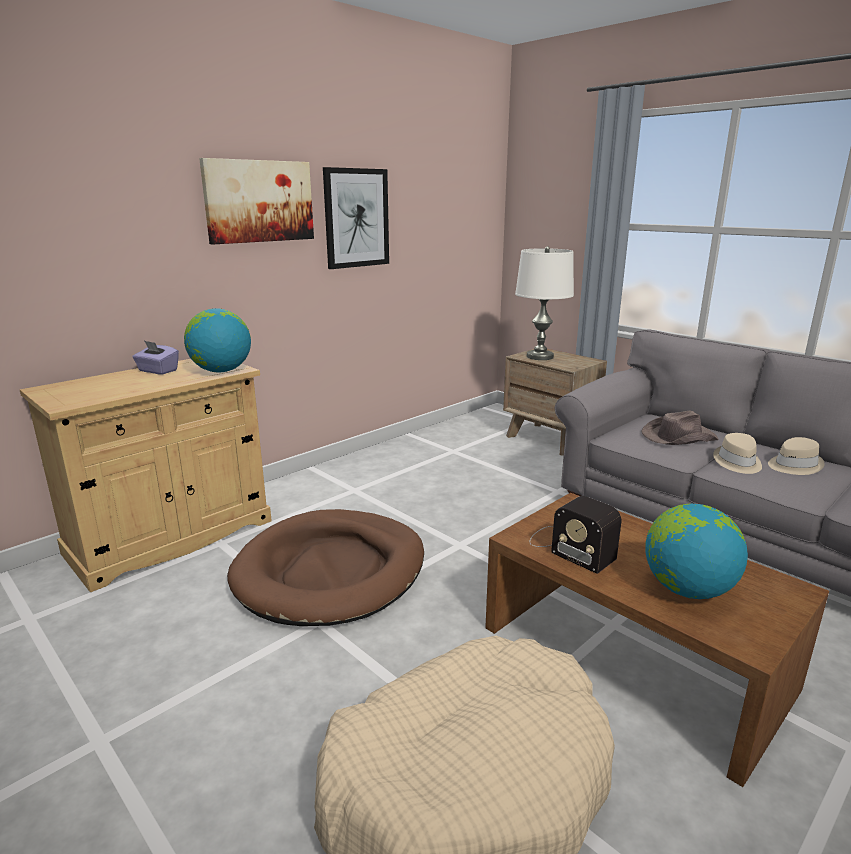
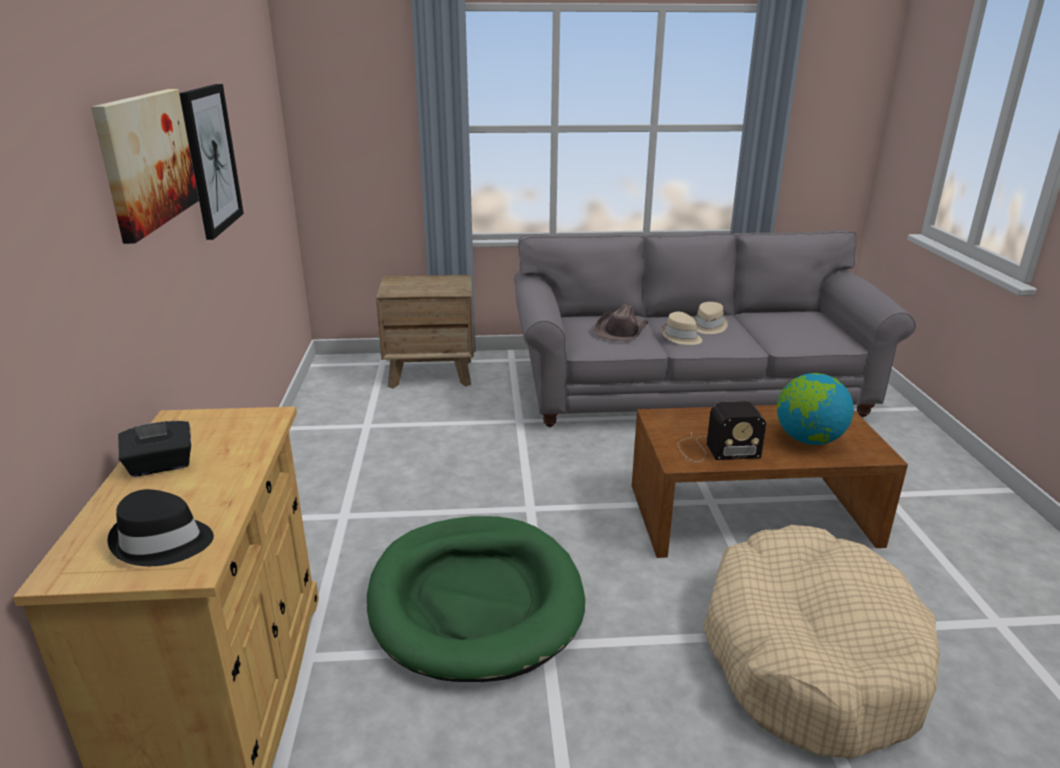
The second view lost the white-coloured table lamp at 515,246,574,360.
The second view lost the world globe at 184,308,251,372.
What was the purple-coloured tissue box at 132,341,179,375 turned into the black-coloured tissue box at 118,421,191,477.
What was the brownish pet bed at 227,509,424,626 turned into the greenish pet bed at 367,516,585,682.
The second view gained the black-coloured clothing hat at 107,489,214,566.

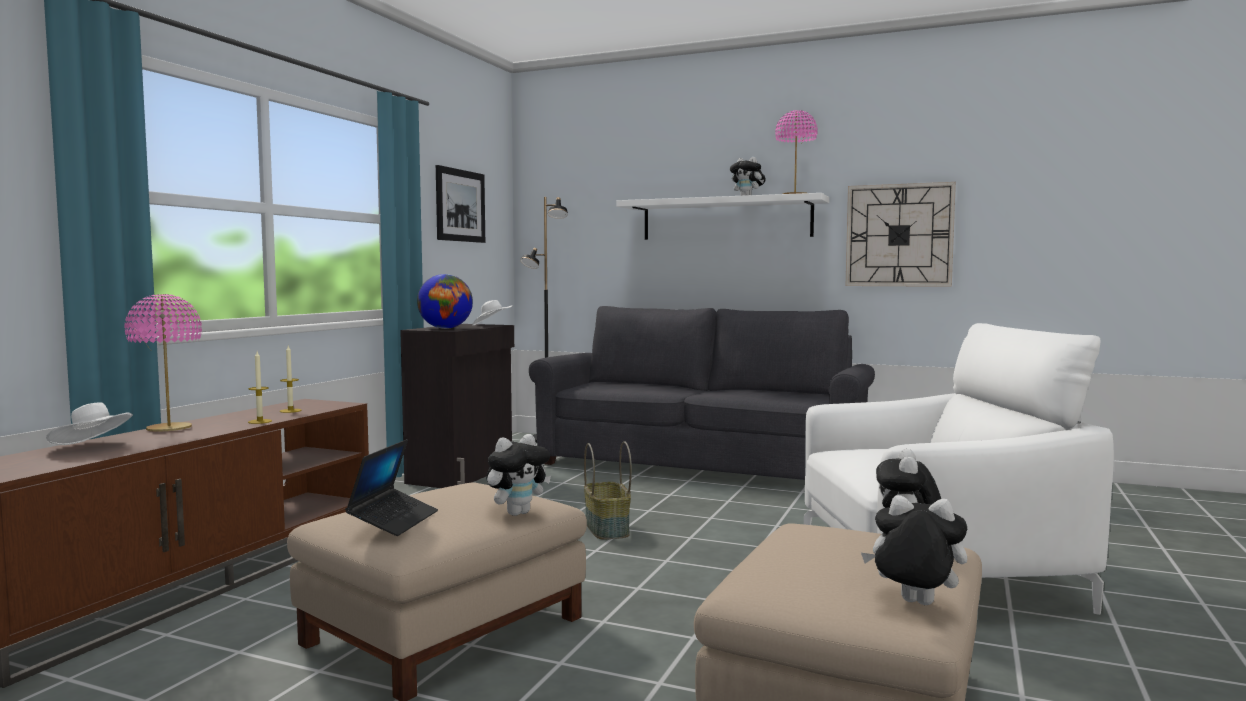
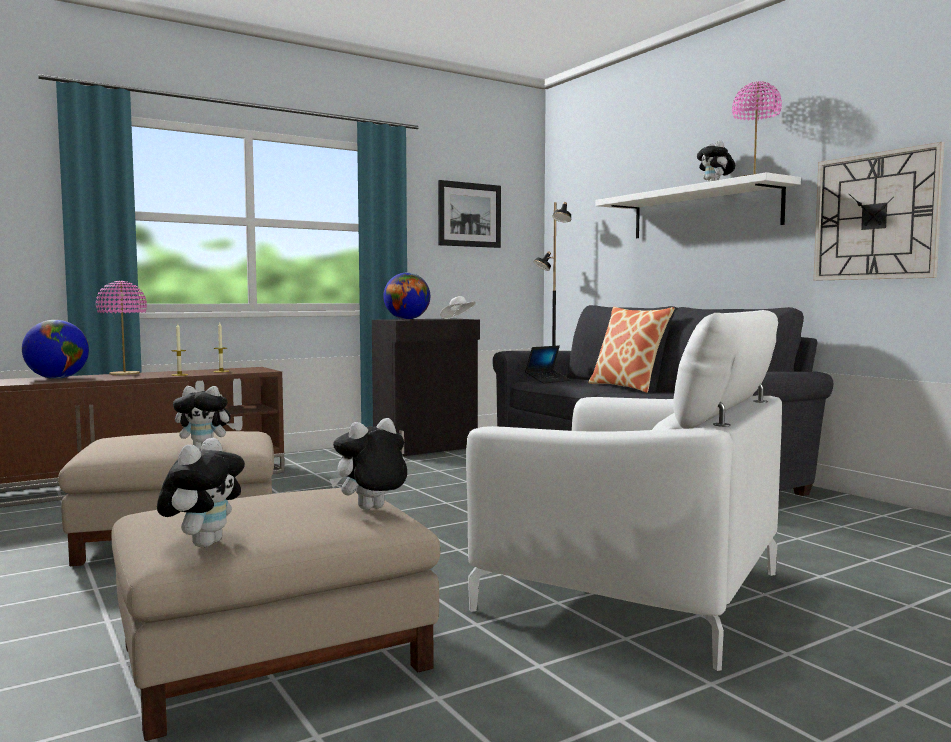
Where the white-coloured clothing hat stood at 46,403,133,445, the world globe came to stand at 22,320,89,379.
The laptop ended up elsewhere, having gone from 345,439,438,536 to 525,346,571,384.
The second view lost the basket at 584,441,632,540.
The plush toy at 861,495,967,605 ended up facing another way, 45 degrees clockwise from before.
The second view gained the pillow at 588,307,675,393.

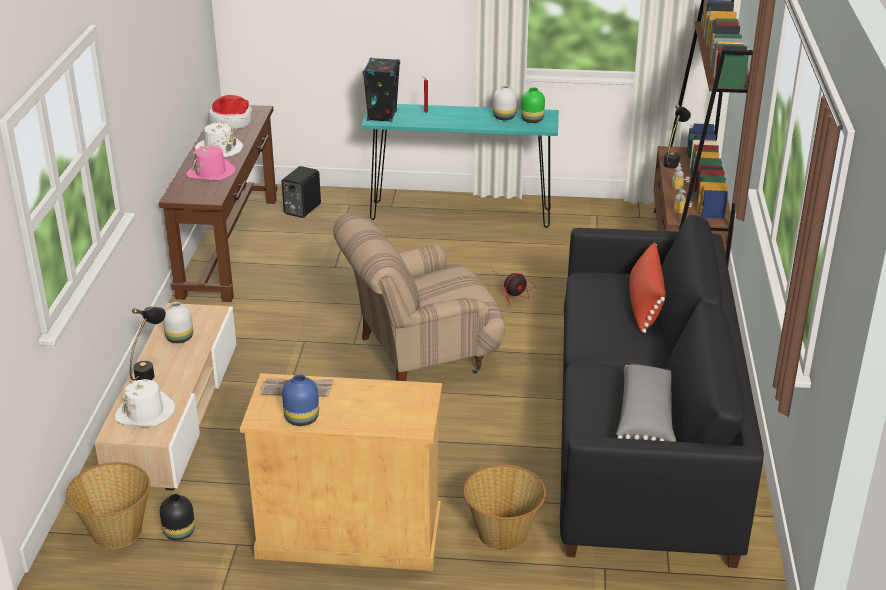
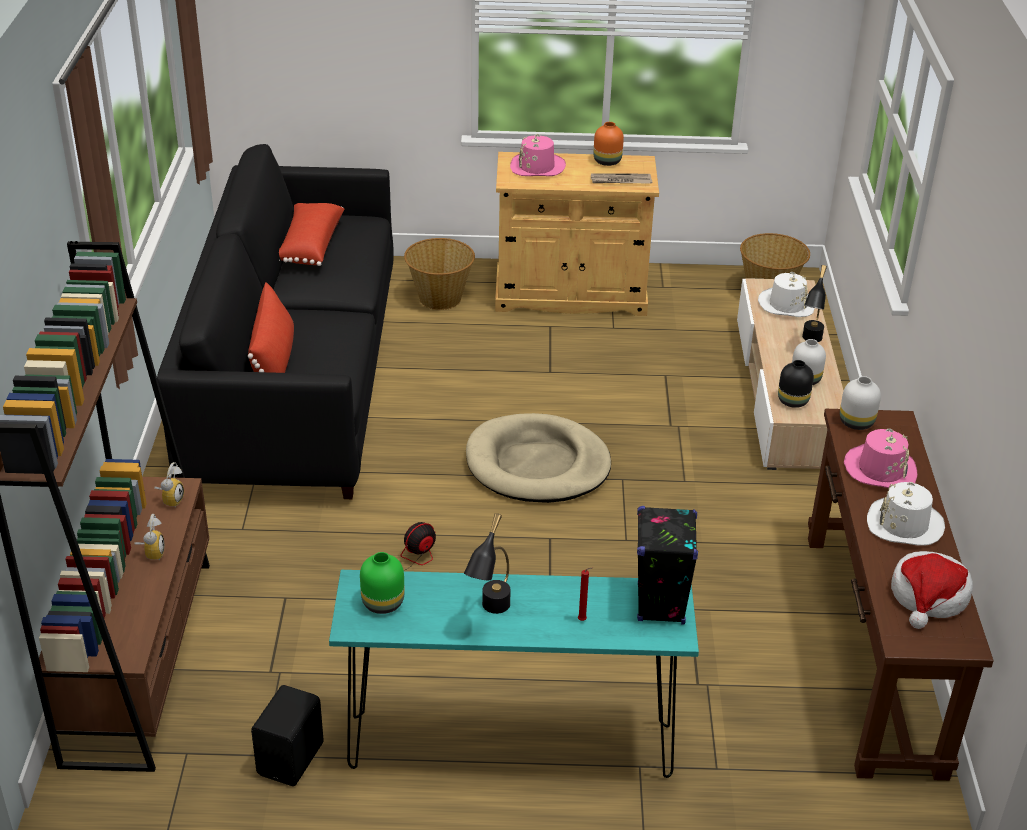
The white-coloured flower vase ended up elsewhere, having gone from 493,85,517,120 to 840,376,881,430.
The black-coloured table lamp ended up elsewhere, having gone from 663,104,691,168 to 464,513,511,614.
The black-coloured speaker ended up elsewhere, having gone from 282,166,321,218 to 251,685,324,786.
Where the beige lounge chair stood at 333,213,505,381, the beige pet bed came to stand at 466,413,611,503.
What was the greyish pillow at 616,364,676,442 turned into the red-coloured pillow at 279,203,344,266.
What was the bluish flower vase at 282,374,319,426 turned into the orange-coloured flower vase at 594,122,624,166.
The black-coloured flower vase ended up elsewhere, having gone from 160,494,195,541 to 778,360,814,408.
The second view gained the pink-coloured clothing hat at 510,134,566,176.

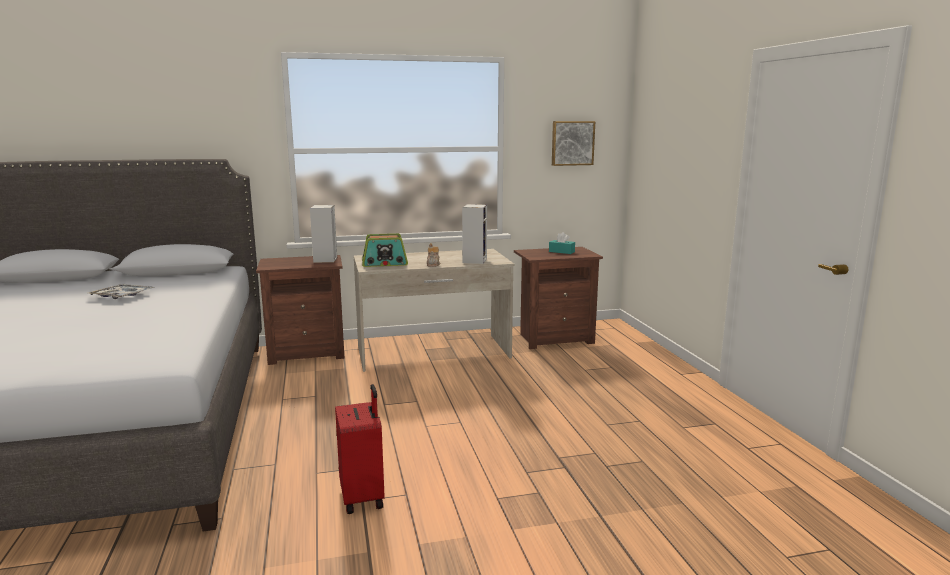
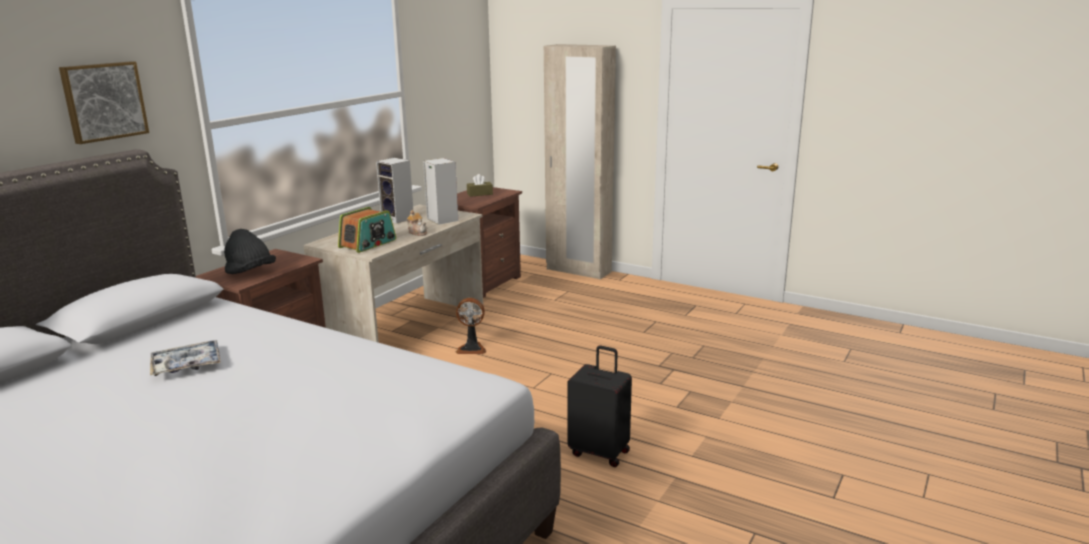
The wall art ended up elsewhere, having gone from 552,121,595,166 to 59,61,149,144.
The speaker ended up elsewhere, having gone from 310,205,337,263 to 376,158,413,224.
What was the blue-green tissue box at 549,232,575,254 turned into the brownish tissue box at 467,174,493,197.
What was the red-coloured piece of luggage at 335,384,385,514 turned into the black-coloured piece of luggage at 567,345,632,467.
The second view gained the beige clothes cupboard at 544,44,616,280.
The second view gained the black-coloured clothing hat at 224,229,276,274.
The second view gained the electric fan at 456,298,486,354.

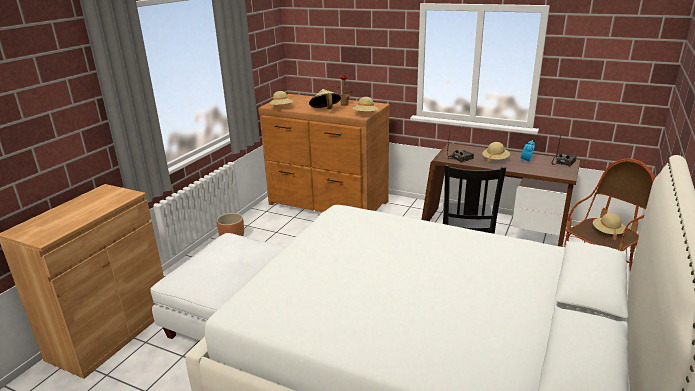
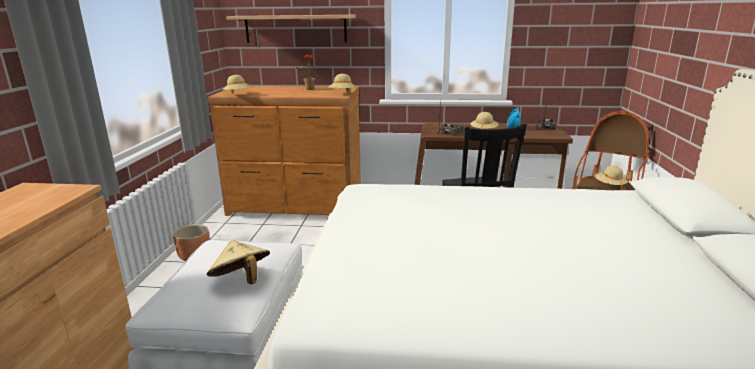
The beige clothing hat ended up elsewhere, having gone from 309,89,341,109 to 207,240,270,284.
The second view gained the shelf at 226,15,356,43.

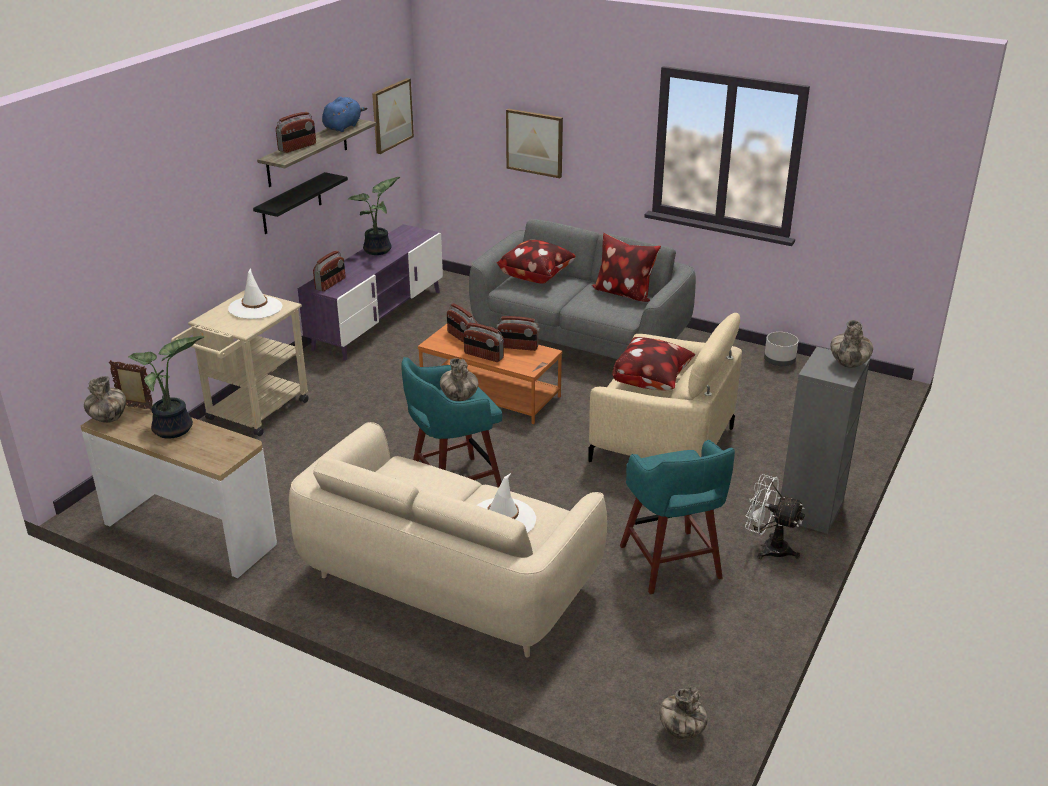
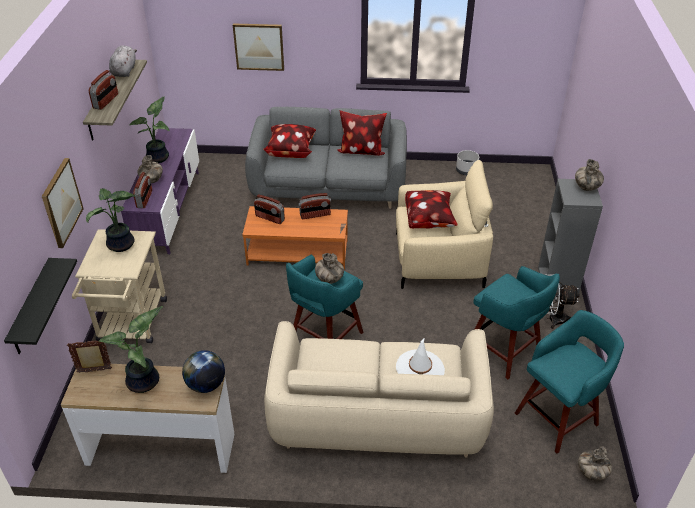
The wall art ended up elsewhere, having gone from 372,78,414,154 to 42,158,84,248.
What was the bluish plush toy at 322,97,367,132 turned into the greyish plush toy at 109,45,137,77.
The black-coloured shelf ended up elsewhere, having gone from 253,172,348,234 to 4,258,77,354.
Where the white-coloured clothing hat stood at 228,268,282,319, the houseplant came to stand at 86,188,136,252.
The second view lost the radio set at 464,323,504,362.
The flower vase ended up elsewhere, having gone from 84,376,126,423 to 138,155,163,183.
The second view gained the blue-green sitting stool at 515,310,624,453.
The second view gained the world globe at 182,350,225,393.

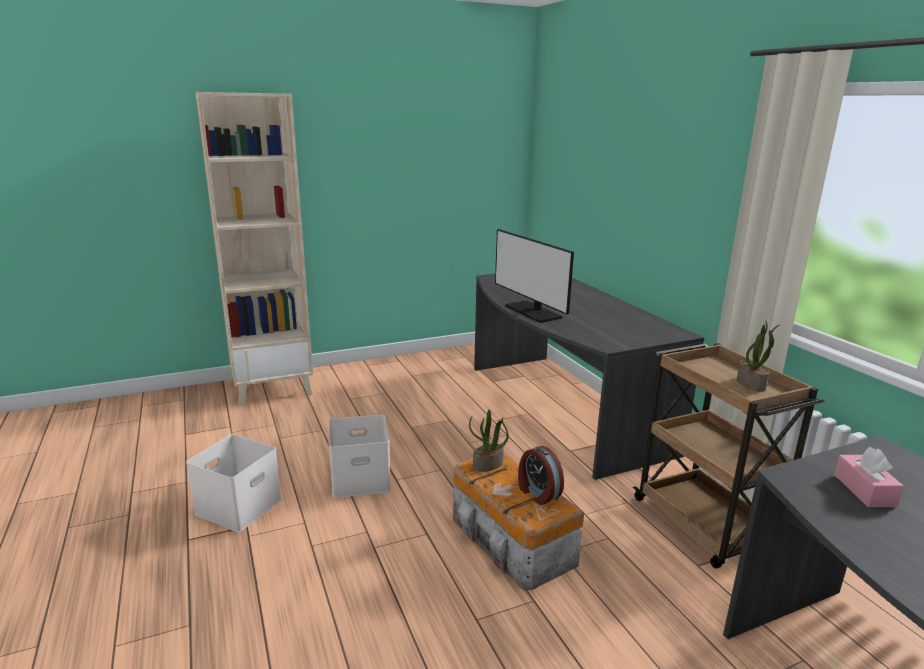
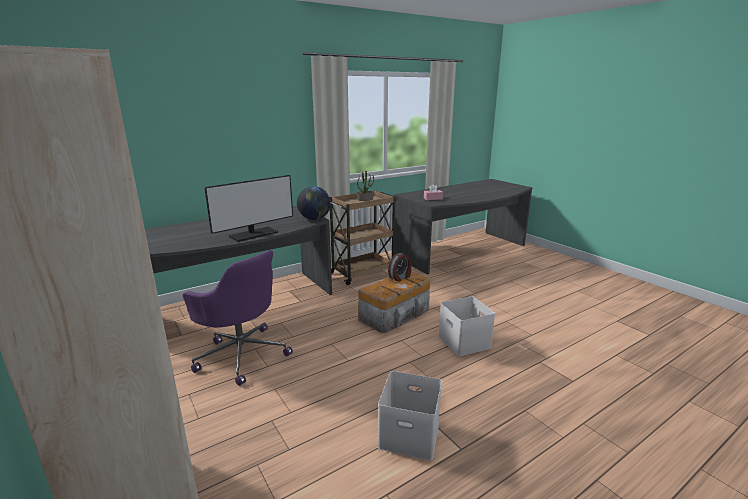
The second view lost the houseplant at 469,410,509,472.
The white-coloured storage bin ended up elsewhere, having gone from 329,415,391,498 to 439,296,495,357.
The second view gained the world globe at 297,186,331,220.
The second view gained the purple-coloured computer chair at 182,250,293,386.

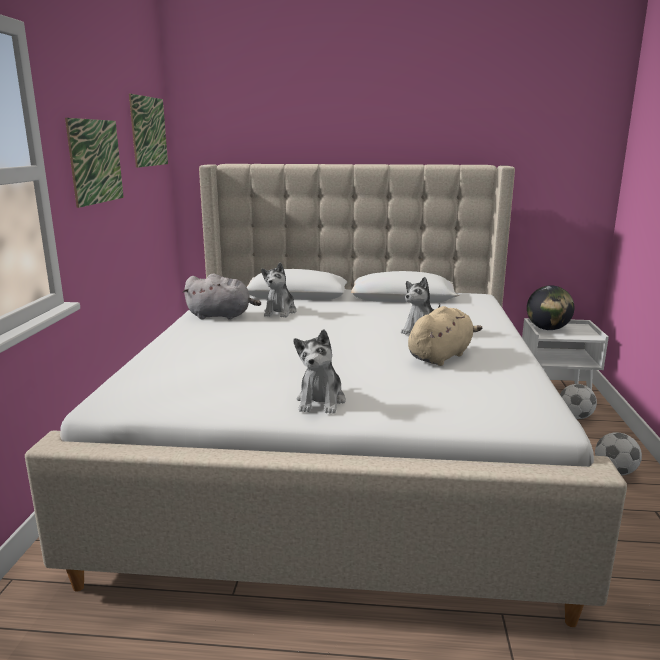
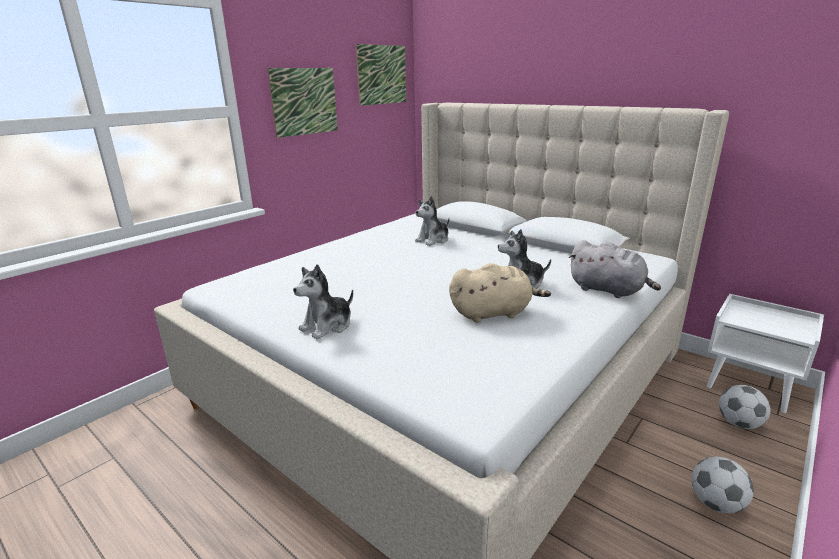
The greyish plush toy ended up elsewhere, having gone from 183,274,261,320 to 569,240,661,298.
The second view lost the world globe at 527,285,574,330.

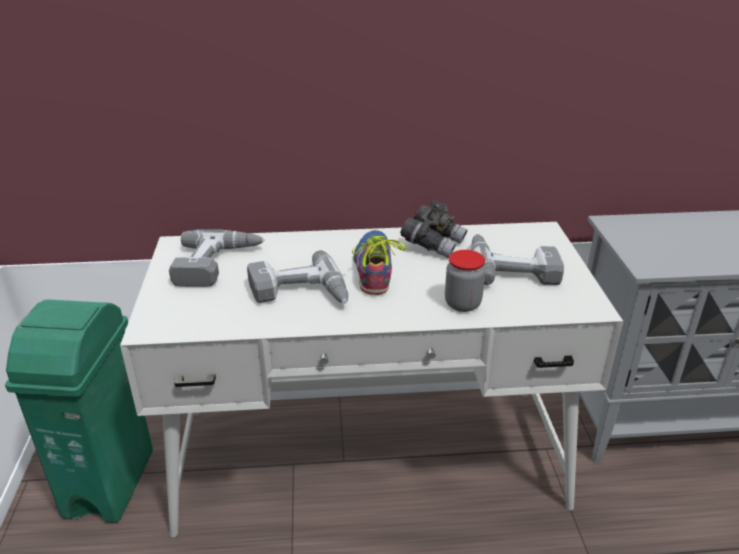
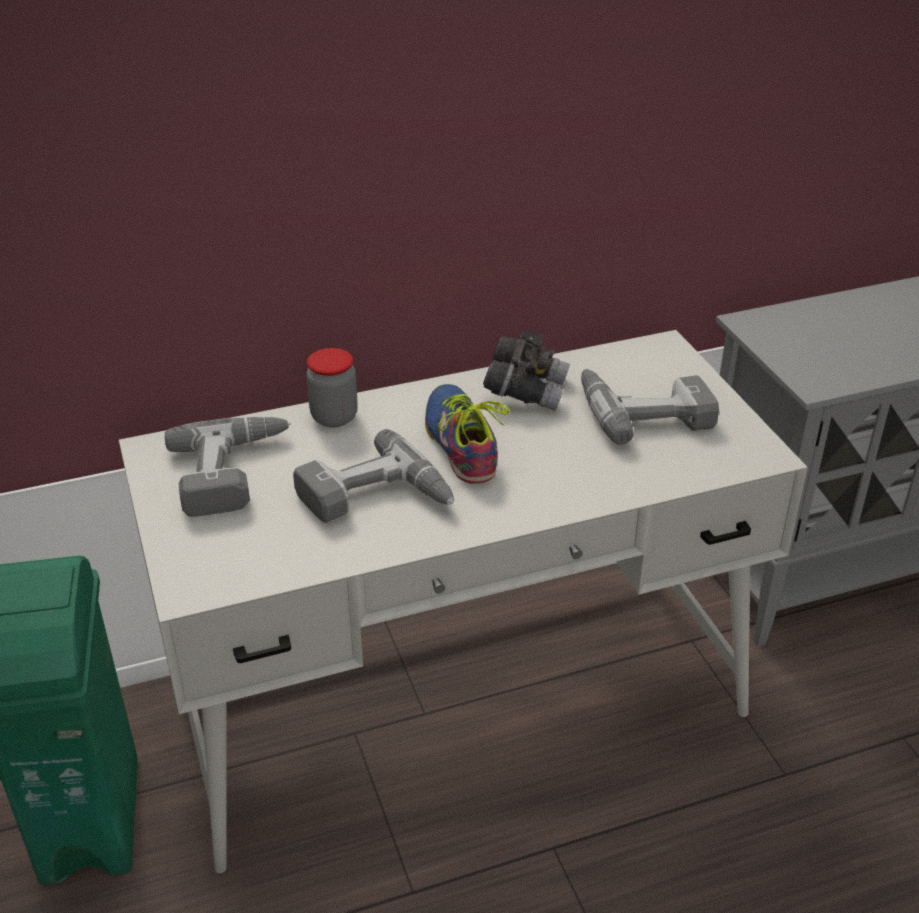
The storage jar ended up elsewhere, having gone from 445,250,485,312 to 306,348,358,427.

